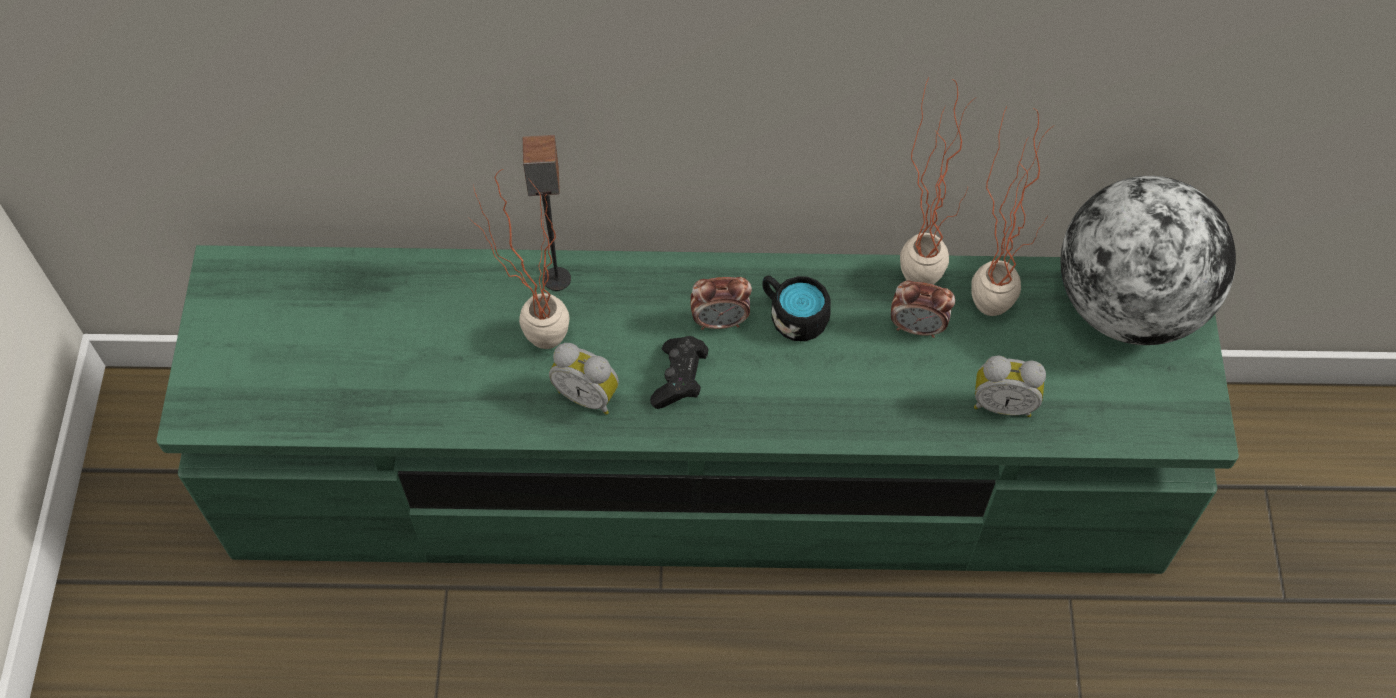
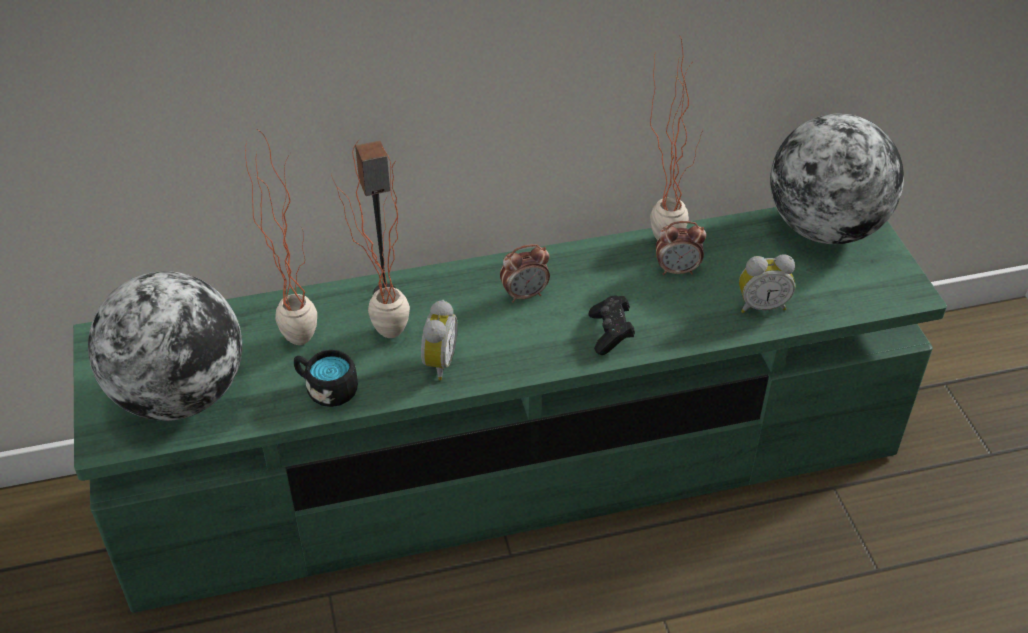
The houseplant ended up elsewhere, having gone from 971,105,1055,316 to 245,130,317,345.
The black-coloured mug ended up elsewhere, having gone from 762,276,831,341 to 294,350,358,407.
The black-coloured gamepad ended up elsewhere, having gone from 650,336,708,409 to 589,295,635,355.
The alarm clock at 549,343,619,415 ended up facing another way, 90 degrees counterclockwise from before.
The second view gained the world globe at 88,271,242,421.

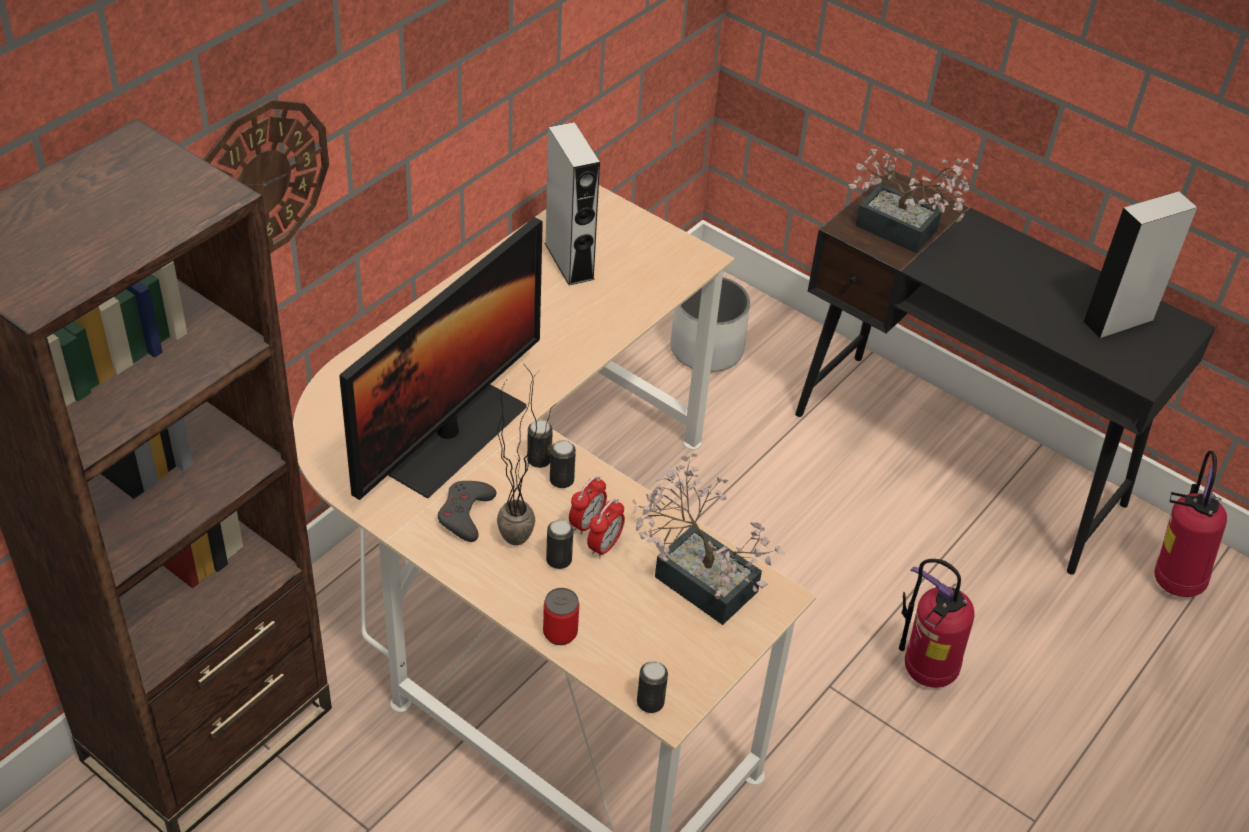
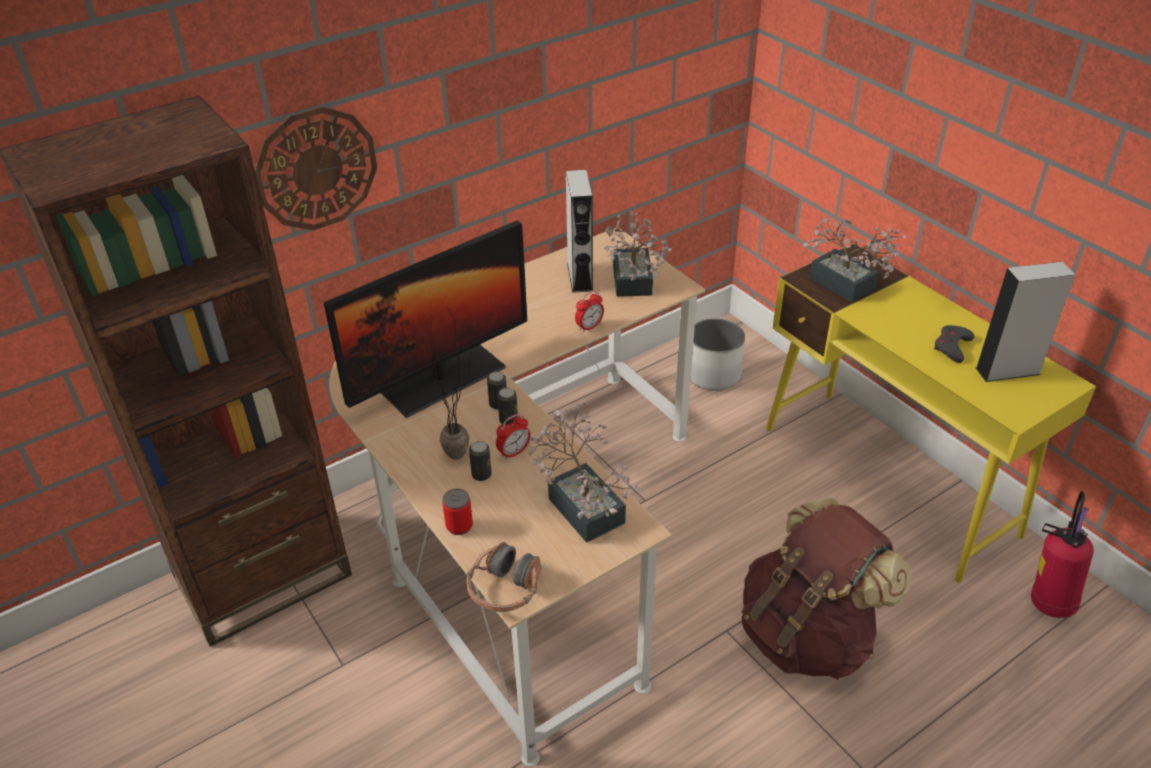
What was the black-coloured desk unit at 795,170,1216,575 turned into the yellowish desk unit at 766,243,1096,583.
The greyish gamepad ended up elsewhere, having gone from 438,481,496,542 to 934,325,975,363.
The alarm clock ended up elsewhere, having gone from 587,499,625,558 to 575,291,604,333.
Where the extinguisher stood at 899,559,974,688, the brownish rucksack came to stand at 742,497,912,680.
Where the sealed can stood at 637,661,668,713, the headset came to stand at 467,542,541,612.
The second view gained the houseplant at 604,211,672,297.

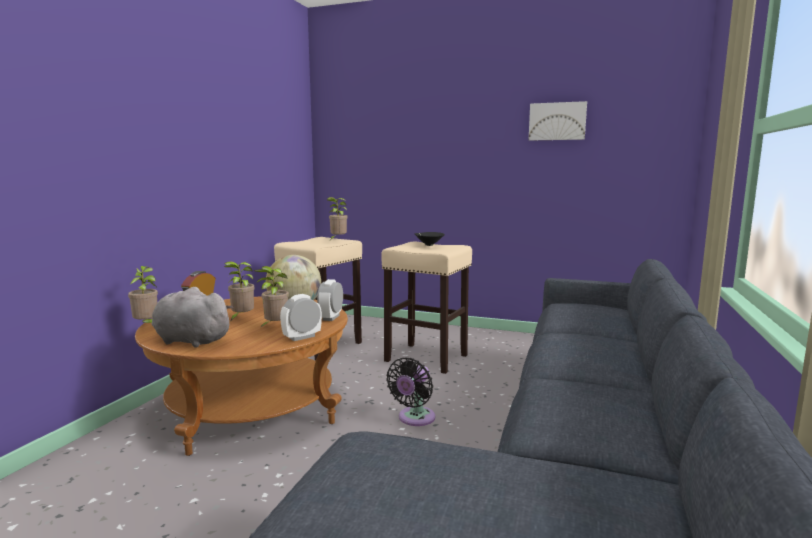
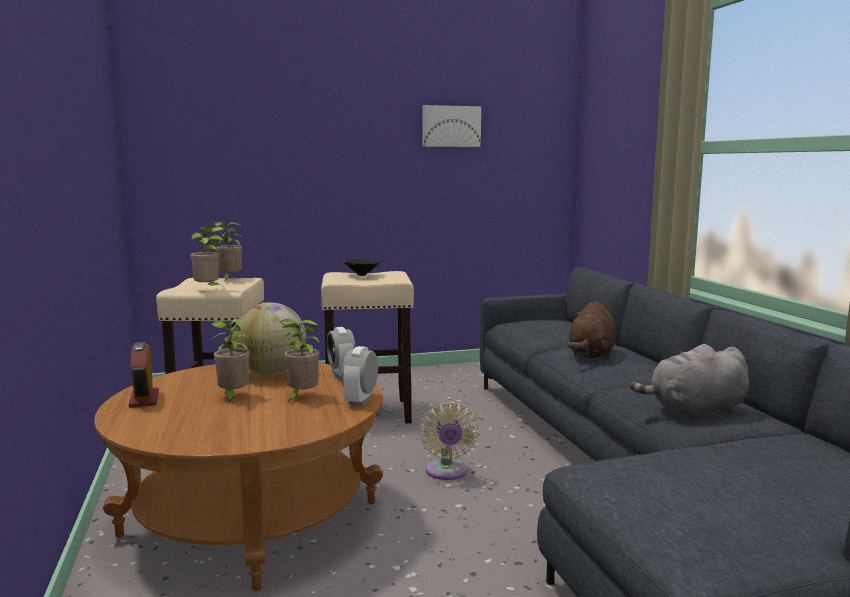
The houseplant ended up elsewhere, having gone from 128,266,158,323 to 190,227,223,286.
The greyish plush toy ended up elsewhere, having gone from 152,287,234,348 to 630,344,749,420.
What was the black-coloured electric fan at 386,358,435,426 turned into the beige electric fan at 420,402,479,480.
The second view gained the brownish plush toy at 568,301,616,360.

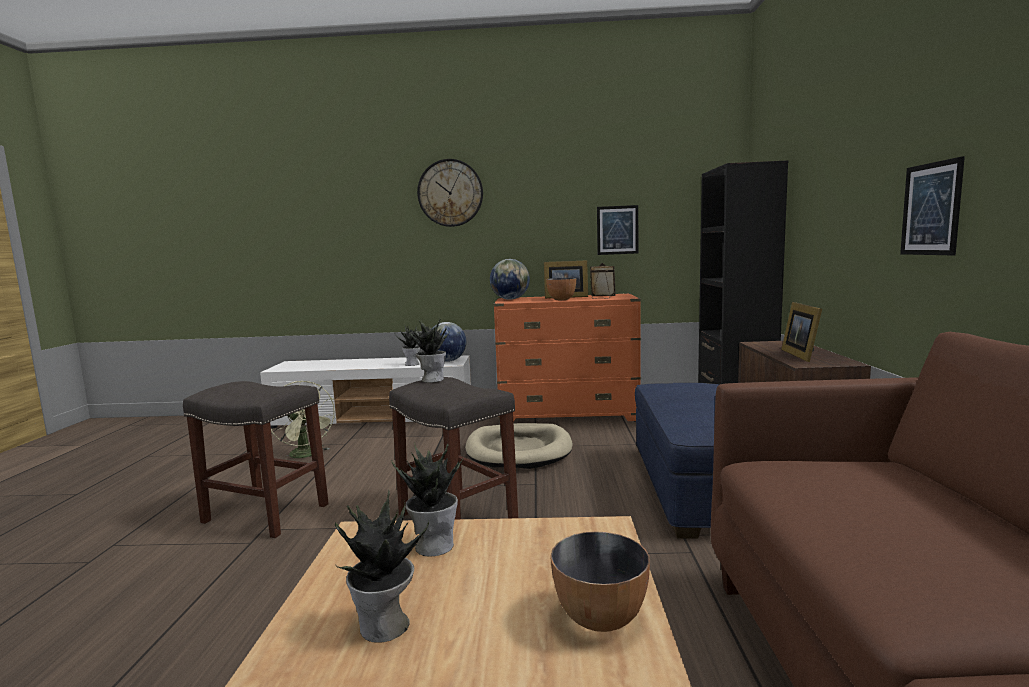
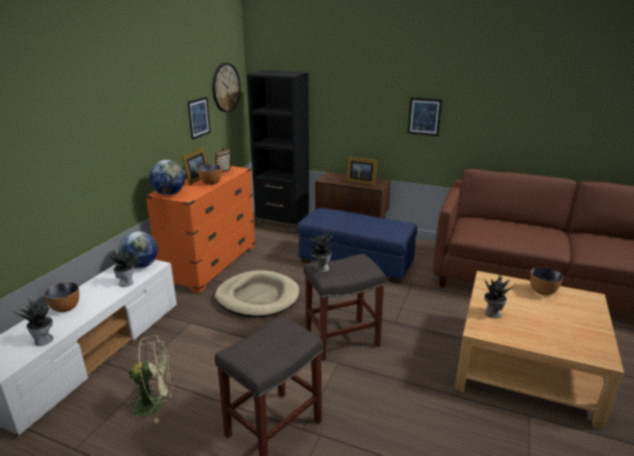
The clock on the wall ended up elsewhere, having gone from 417,159,483,227 to 212,63,241,112.
The houseplant ended up elsewhere, having gone from 335,489,429,643 to 14,298,53,346.
The second view gained the bowl at 44,282,79,312.

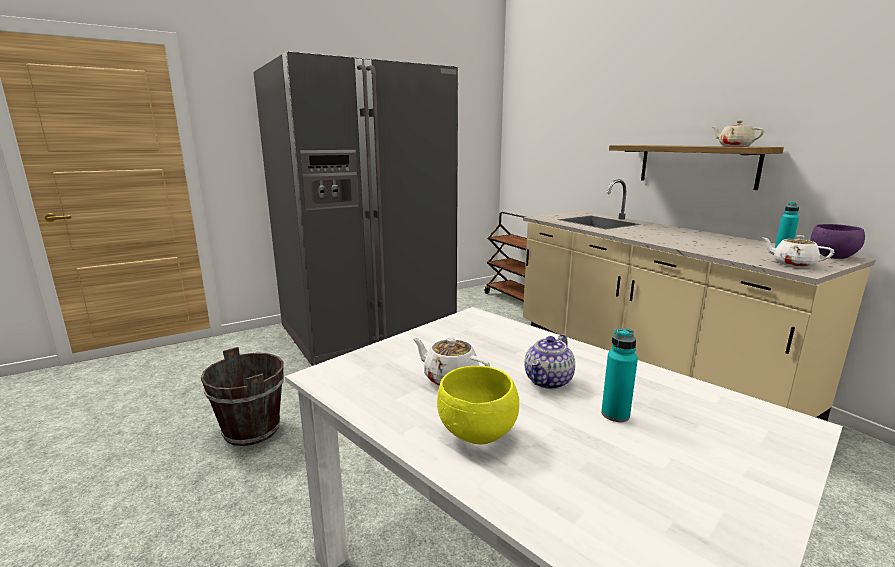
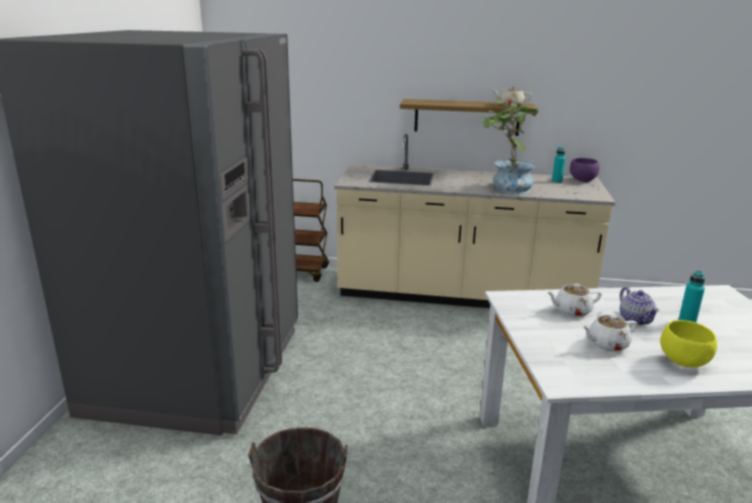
The white-coloured tea pot ended up elsewhere, having gone from 761,235,834,267 to 547,284,602,316.
The second view gained the houseplant at 478,100,538,195.

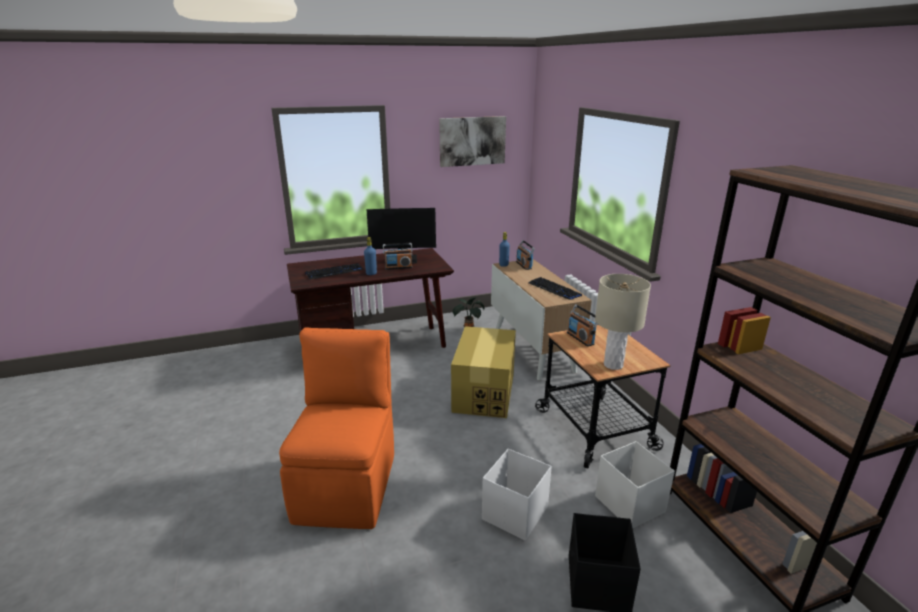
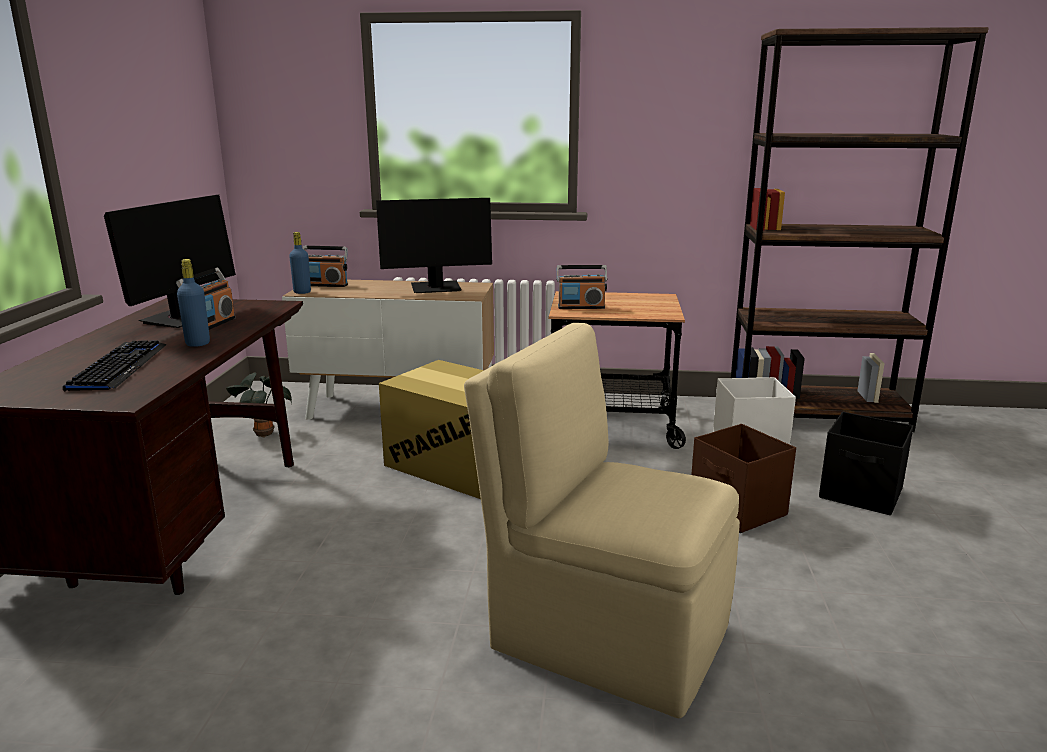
The second view lost the wall art at 439,116,506,167.
The second view lost the beige table lamp at 595,274,651,370.
Where the keyboard stood at 528,277,582,300, the monitor came to stand at 376,198,492,293.
What was the orange-coloured plain chair at 279,327,394,529 turned into the beige plain chair at 464,323,740,718.
What was the white-coloured storage bin at 482,449,552,540 turned into the brownish storage bin at 691,424,796,533.

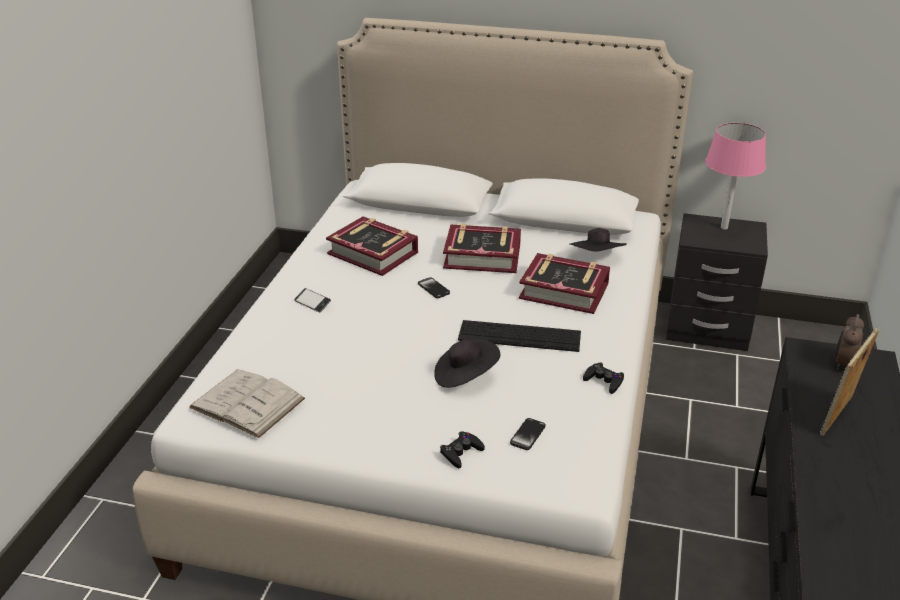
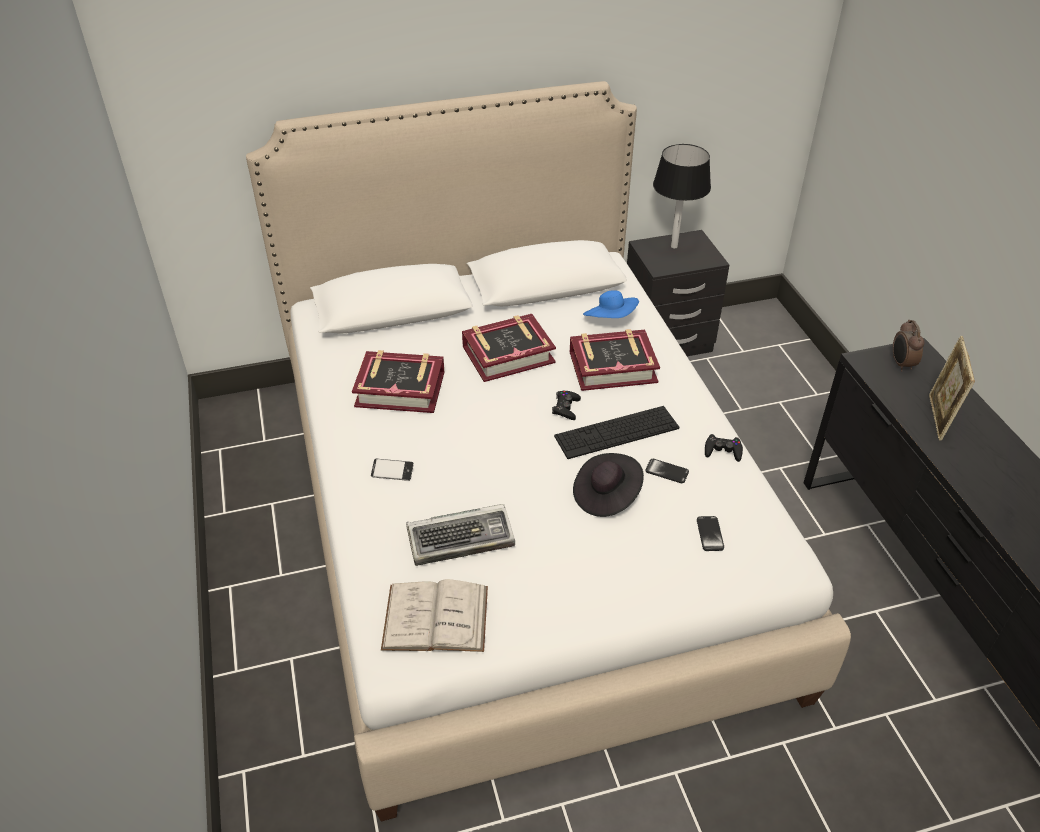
What was the pink-coloured table lamp at 705,123,766,230 turned into the black-coloured table lamp at 653,144,711,248.
What was the black-coloured clothing hat at 569,228,627,252 turned into the bluish clothing hat at 583,290,639,318.
The telephone ended up elsewhere, having gone from 418,277,450,298 to 646,459,689,483.
The black-coloured gamepad ended up elsewhere, having gone from 440,431,485,469 to 552,391,581,420.
The second view gained the keyboard at 406,504,515,566.

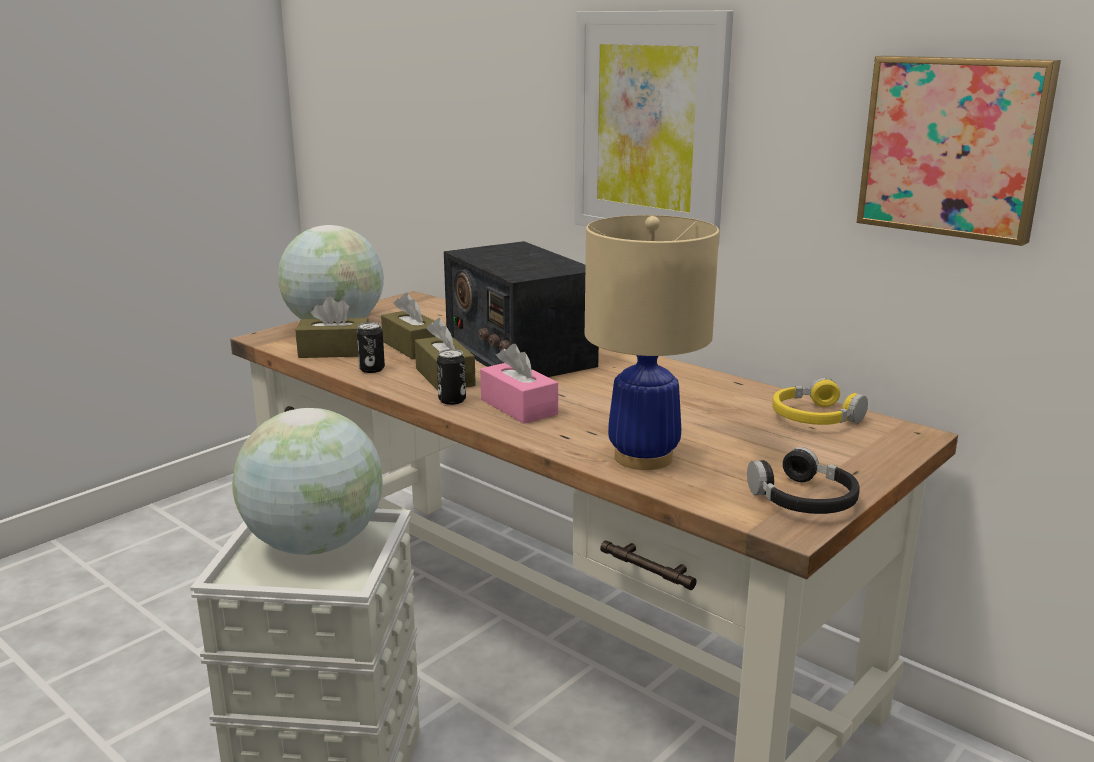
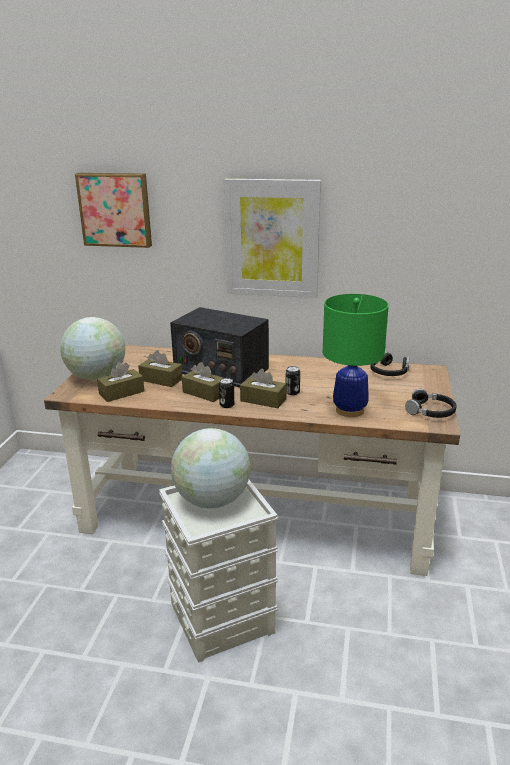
The wall art ended up elsewhere, having gone from 856,56,1061,246 to 75,173,152,248.
What was the beige table lamp at 585,215,719,470 turned into the greenish table lamp at 323,294,389,417.
The sealed can ended up elsewhere, having gone from 357,322,385,373 to 286,366,300,395.
What was the pink-coloured tissue box at 480,344,558,424 turned into the brownish tissue box at 240,369,287,408.
What was the yellowish headset at 772,378,868,425 turned into the black-coloured headset at 370,352,410,376.

